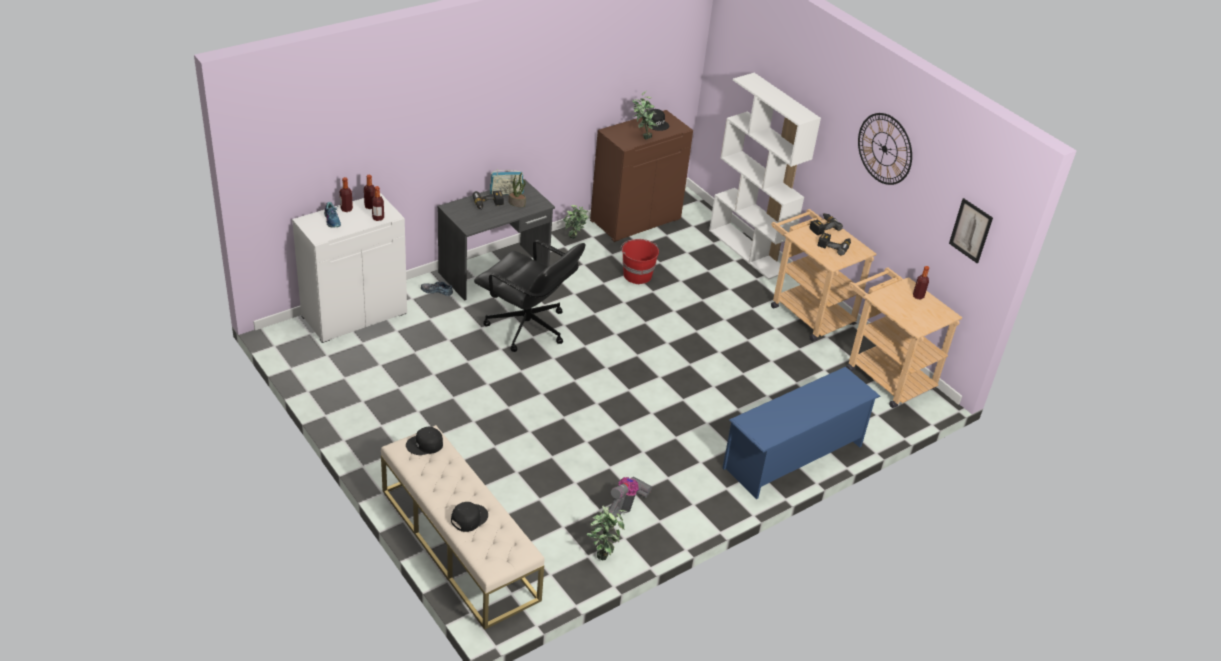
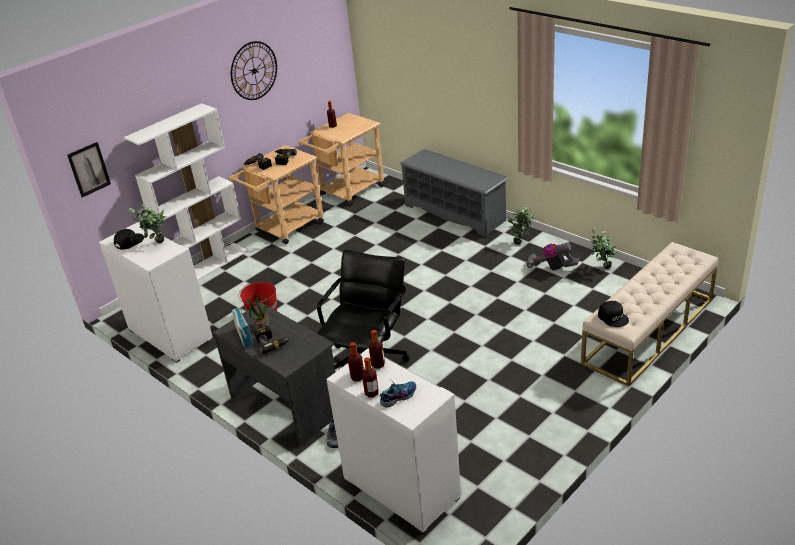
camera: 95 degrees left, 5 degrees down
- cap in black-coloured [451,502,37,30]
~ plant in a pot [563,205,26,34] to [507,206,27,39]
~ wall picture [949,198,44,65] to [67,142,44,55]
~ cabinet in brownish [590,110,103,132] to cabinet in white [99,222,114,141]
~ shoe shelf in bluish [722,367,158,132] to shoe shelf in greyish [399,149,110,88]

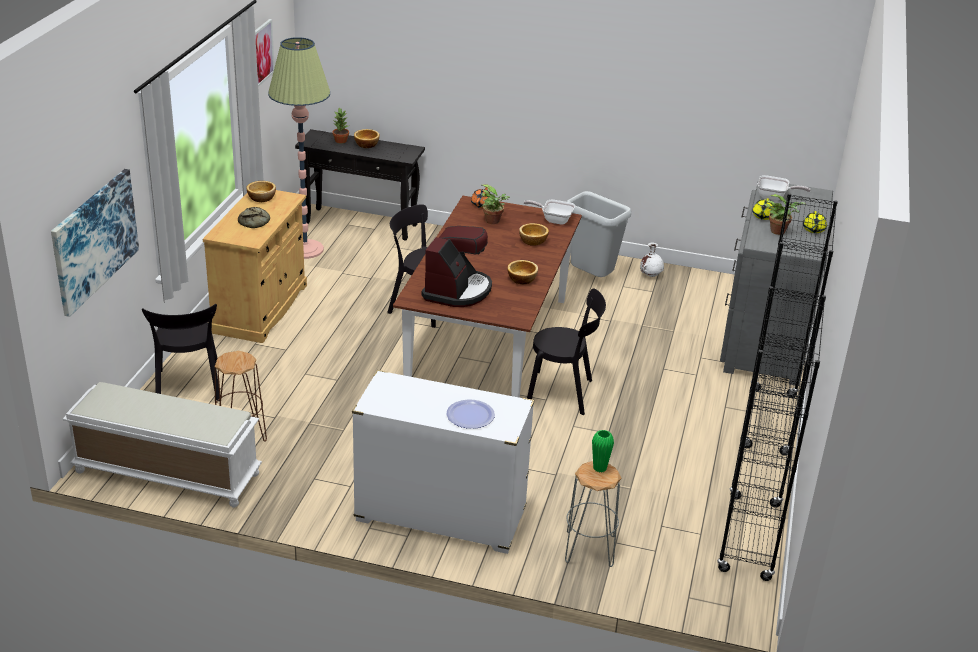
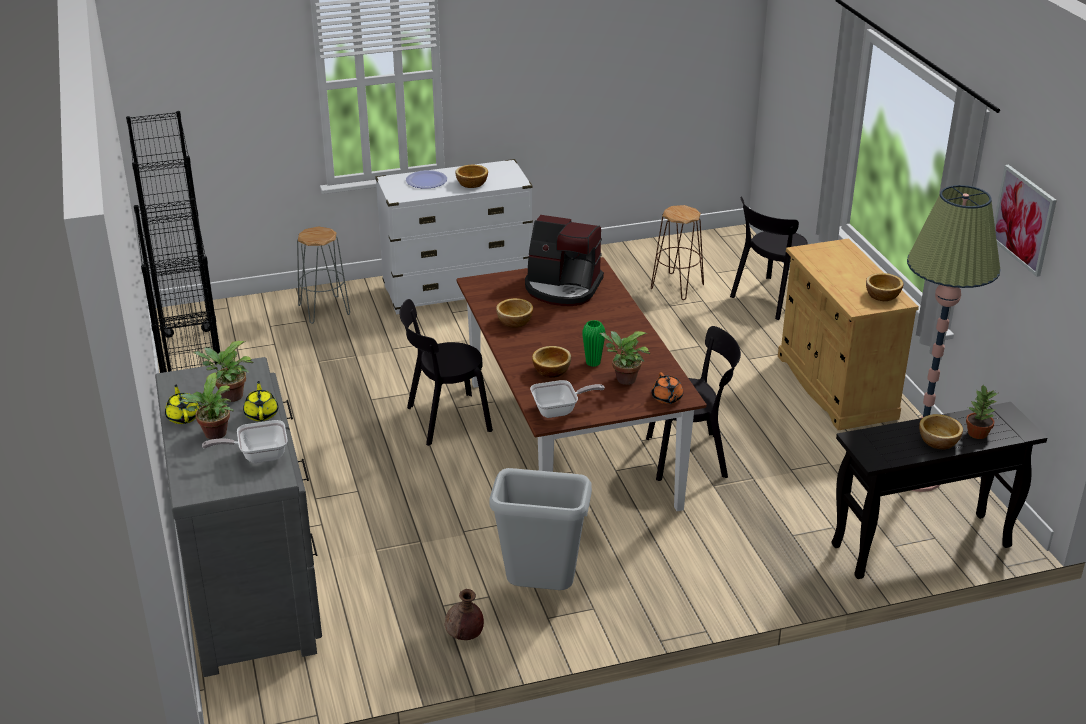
camera: 150 degrees right, 0 degrees up
- wall picture [51,169,88,148]
- bench in white [63,382,199,125]
- bread [238,207,32,21]
+ plant in a pot [179,373,55,66]
+ bowl [456,165,32,23]
~ flower vase in green-coloured [592,430,22,43] to [582,320,23,47]
~ flower vase in white [640,243,24,34] to flower vase in brownish [445,589,39,51]
~ plain chair in black-coloured [142,304,78,97] = [730,196,78,124] 90 degrees counterclockwise
~ coffee maker [422,226,70,81] = [525,215,79,91] 60 degrees counterclockwise

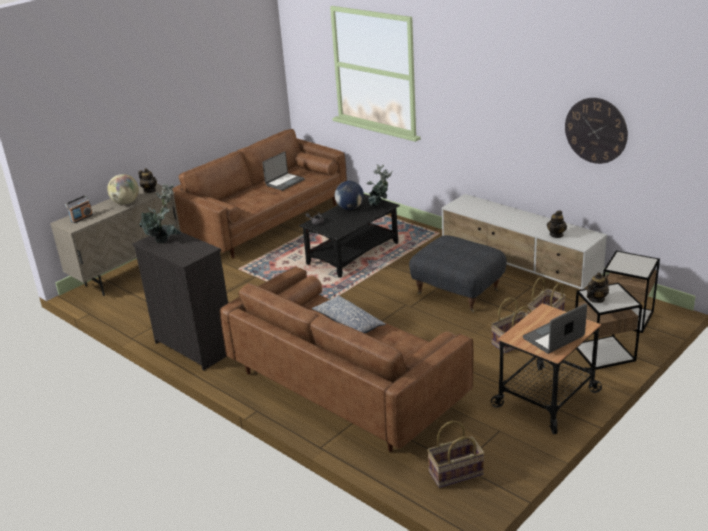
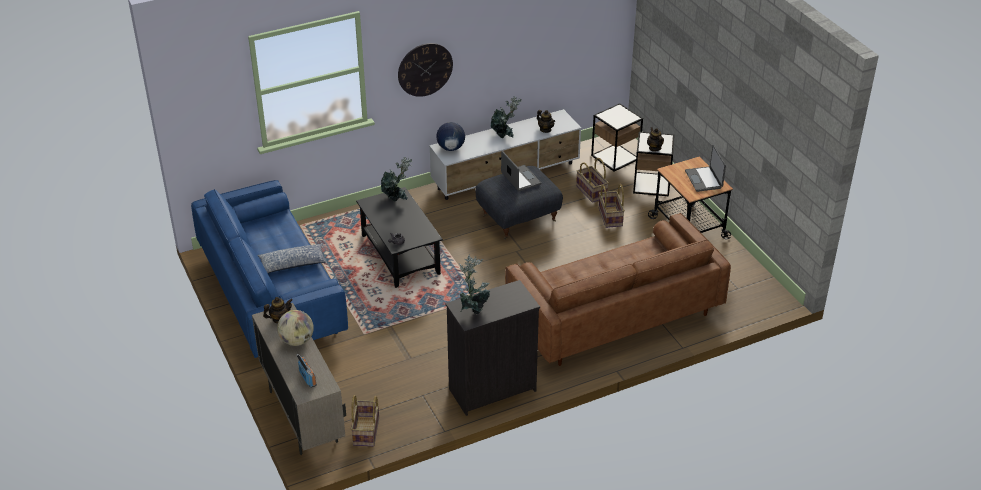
camera: 70 degrees left, 10 degrees up
+ plant in a pot [491,96,31,42]
~ notebook computer [262,151,43,40] to [501,151,40,40]
~ pillow [311,295,75,39] to [257,243,70,30]
~ globe [335,181,29,29] to [436,122,29,29]
~ basket [427,421,58,67] to [351,395,28,51]
~ wall clock [565,98,63,66] to [398,43,55,54]
~ sofa in brownish [172,129,175,130] to sofa in bluish [191,180,157,178]

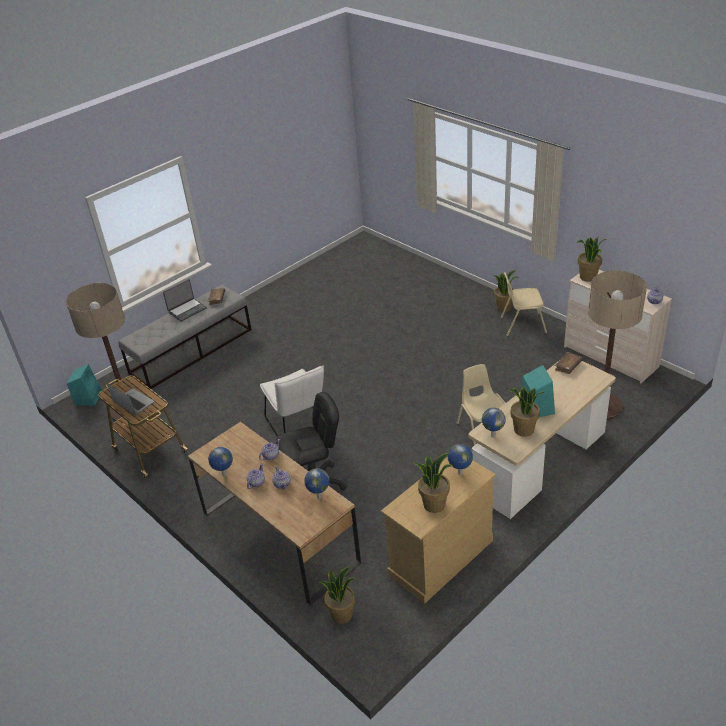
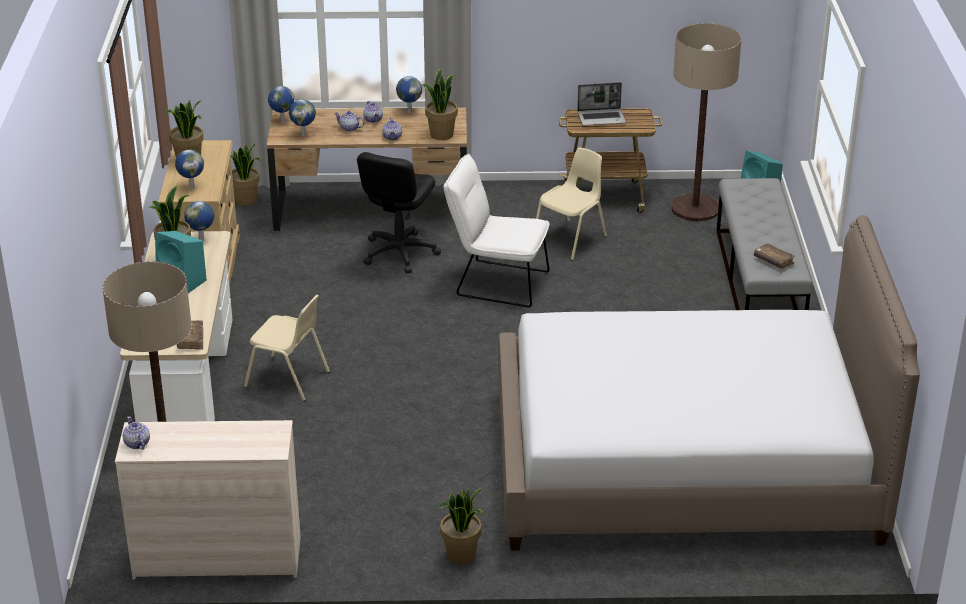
camera: 130 degrees right, 5 degrees down
- notebook computer [163,279,44,43]
+ globe [268,86,26,37]
+ bed [498,215,422,336]
~ plain chair in beige [501,272,46,64] to [536,148,71,112]
~ plant in a pot [576,237,30,45] to [421,69,37,71]

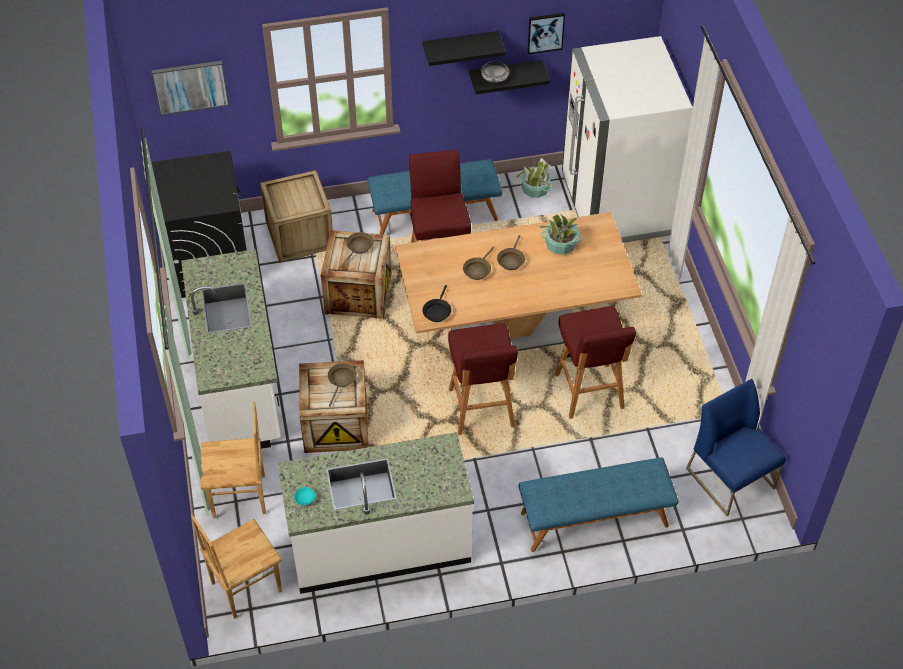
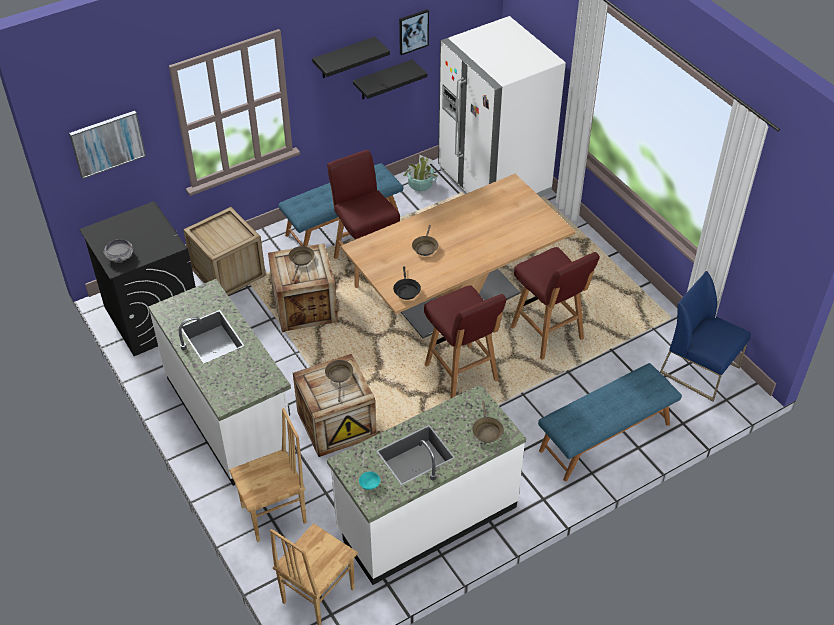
camera: 20 degrees left, 5 degrees down
- plant in a pot [539,214,44,41]
~ bowl [480,60,30,23] to [103,239,31,23]
~ skillet in brownish [497,235,28,35] to [472,401,32,42]

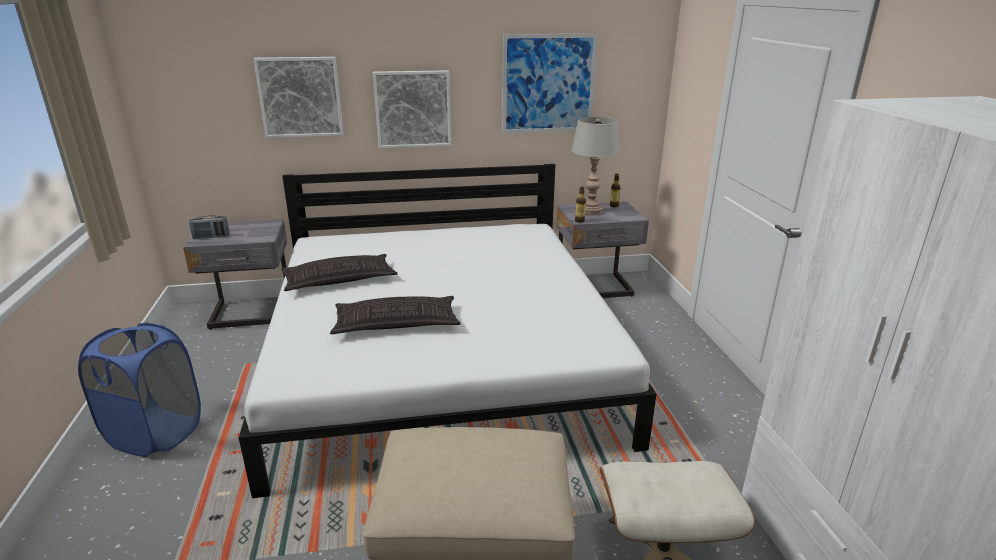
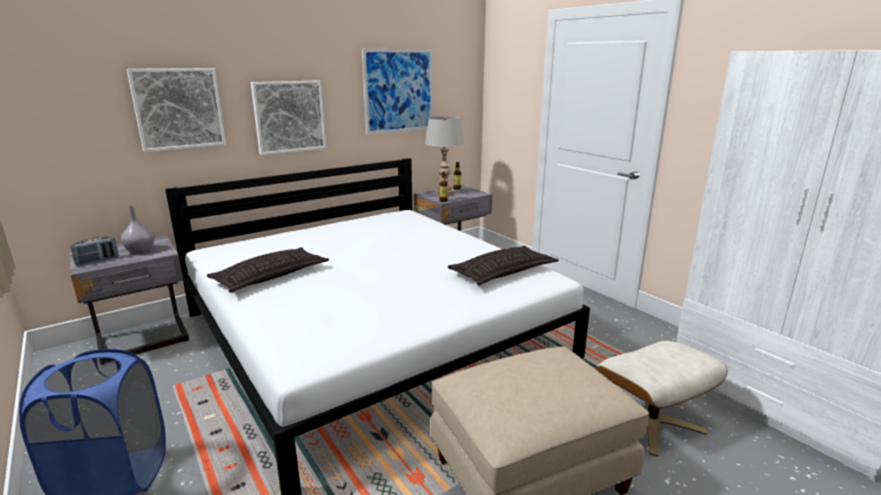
camera: 25 degrees left, 5 degrees down
+ flower vase in greyish [121,205,34,49]
~ pillow [330,296,131,38] to [447,246,112,39]

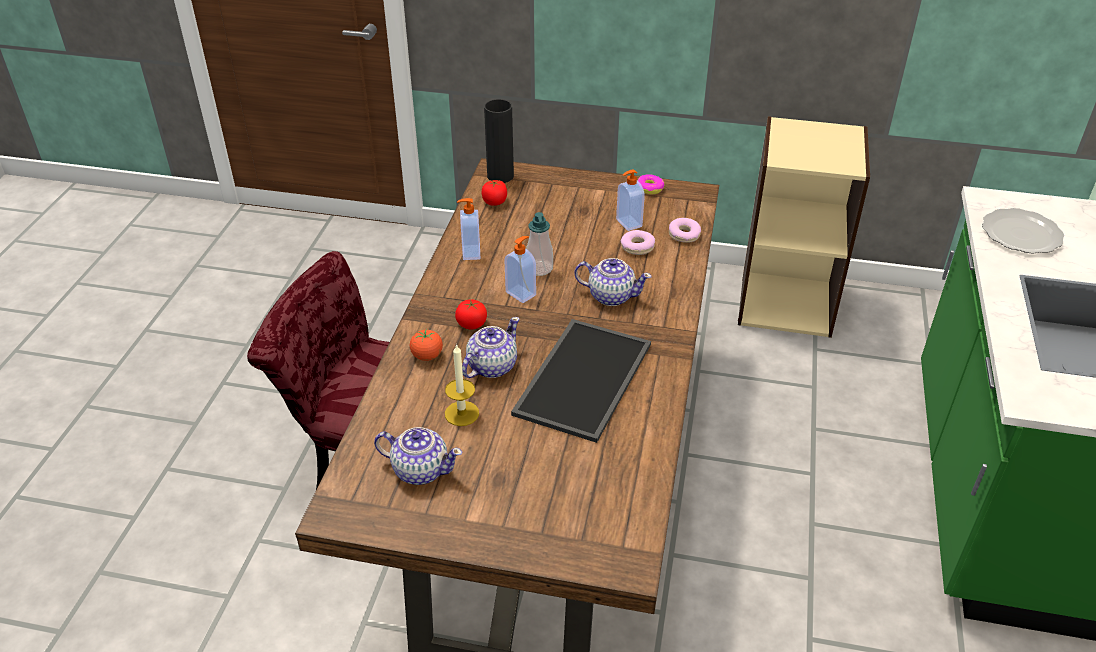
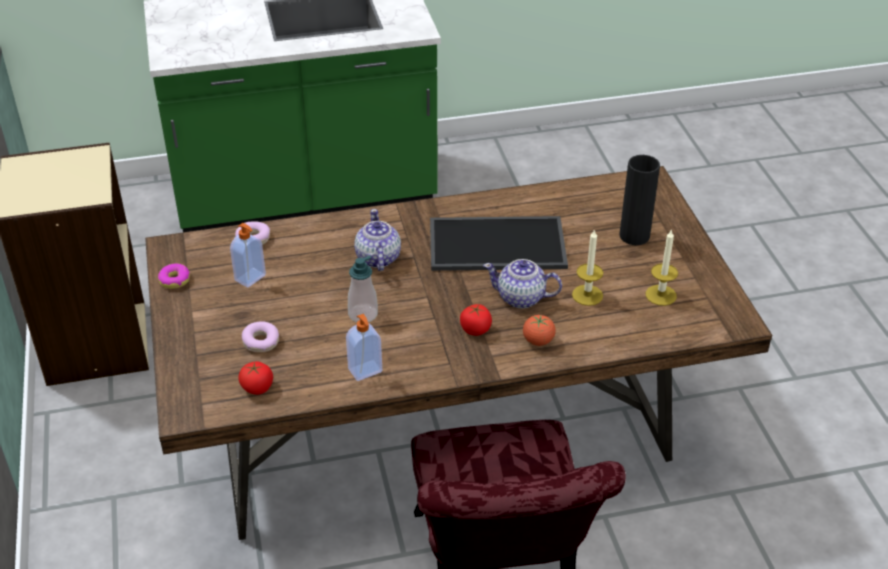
camera: 115 degrees left, 0 degrees up
- liquid soap bottle [504,236,32,67]
- flat dish [982,208,82,45]
~ flower vase in black-coloured [484,99,30,84] to [620,155,40,90]
~ ring doughnut [621,230,34,25] to [242,321,37,31]
~ teapot [374,427,88,58] to candle [646,229,32,77]

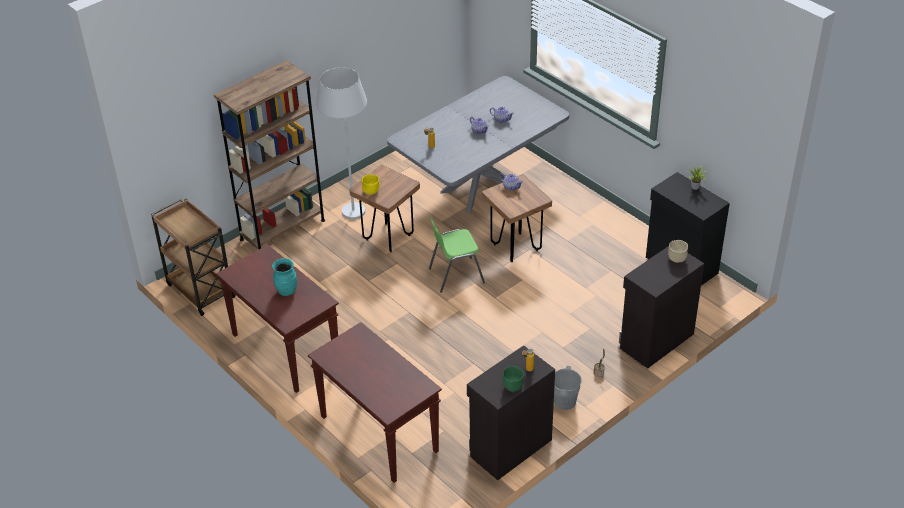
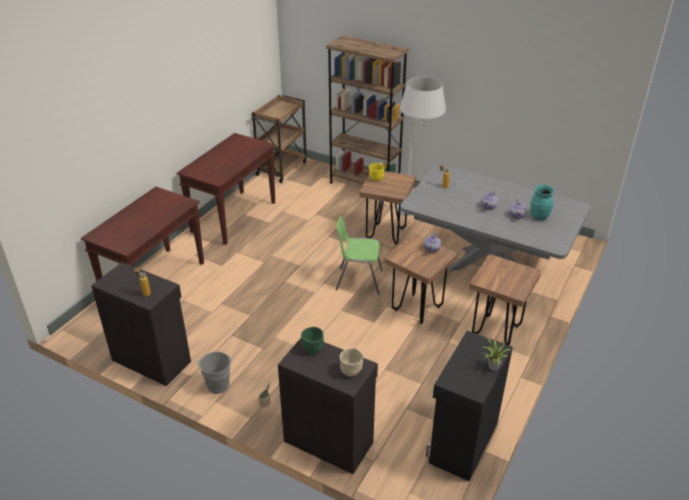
camera: 70 degrees right, 5 degrees down
+ stool in brownish [469,254,72,91]
~ flower vase in turquoise [272,258,25,38] to [531,185,24,35]
~ bowl in green-coloured [503,366,21,26] to [301,327,23,27]
~ plain chair in green-coloured [429,218,56,75] = [335,217,48,78] 45 degrees counterclockwise

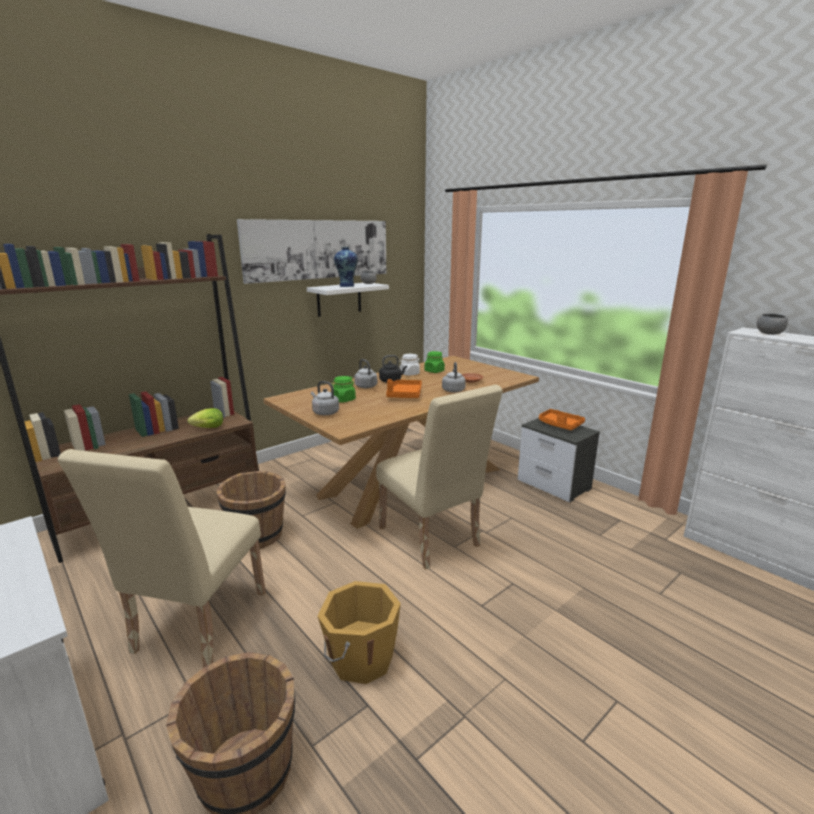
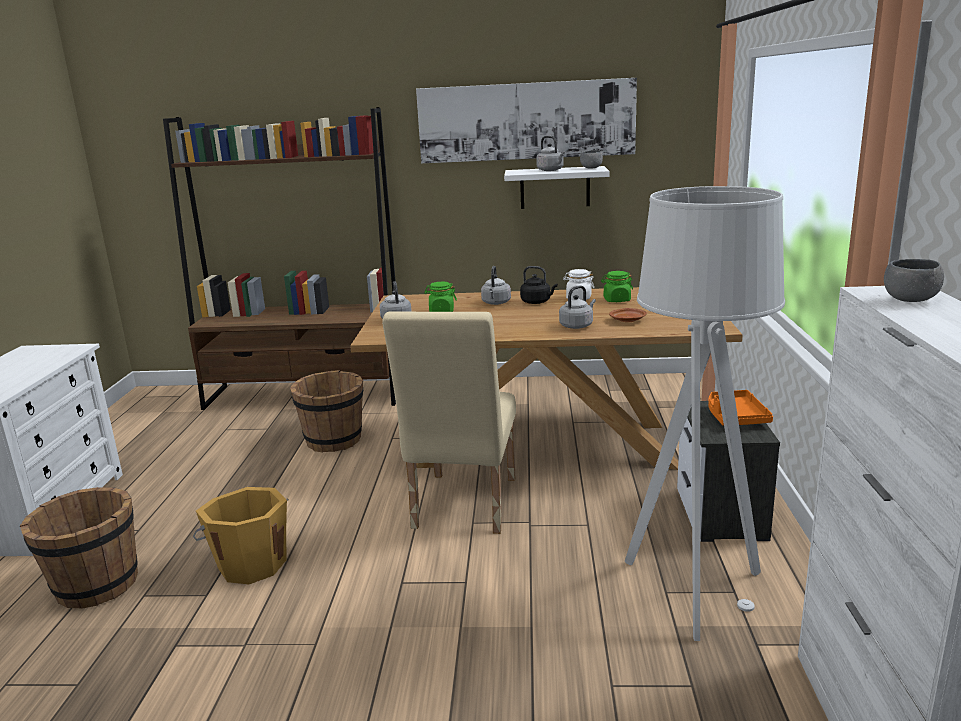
camera: 45 degrees right, 0 degrees up
- plain chair in beige [58,449,208,219]
- head of lettuce [187,408,36,20]
- serving tray in orange-coloured [386,379,36,19]
+ standard lamp in greyish [625,186,160,455]
~ flower vase [334,247,24,40] to kettle in greyish [536,136,29,35]

